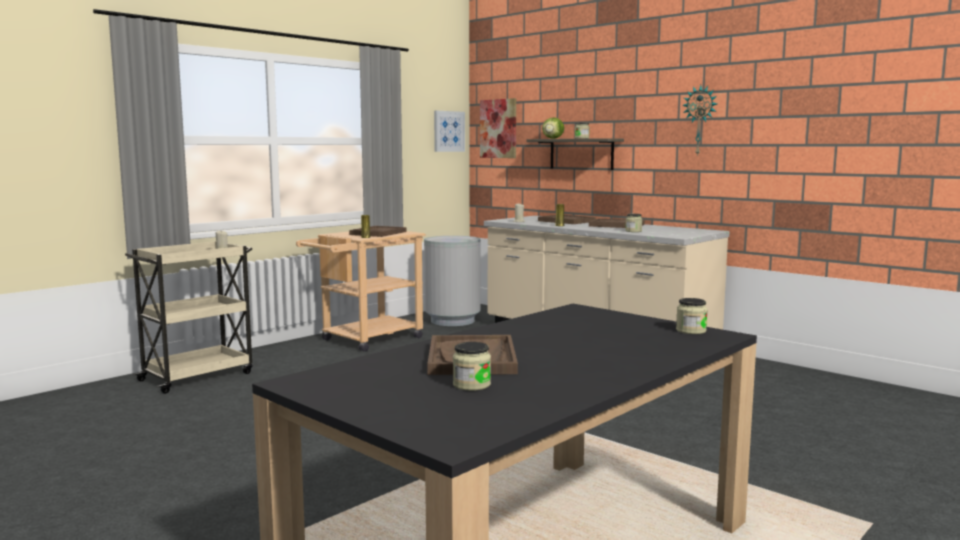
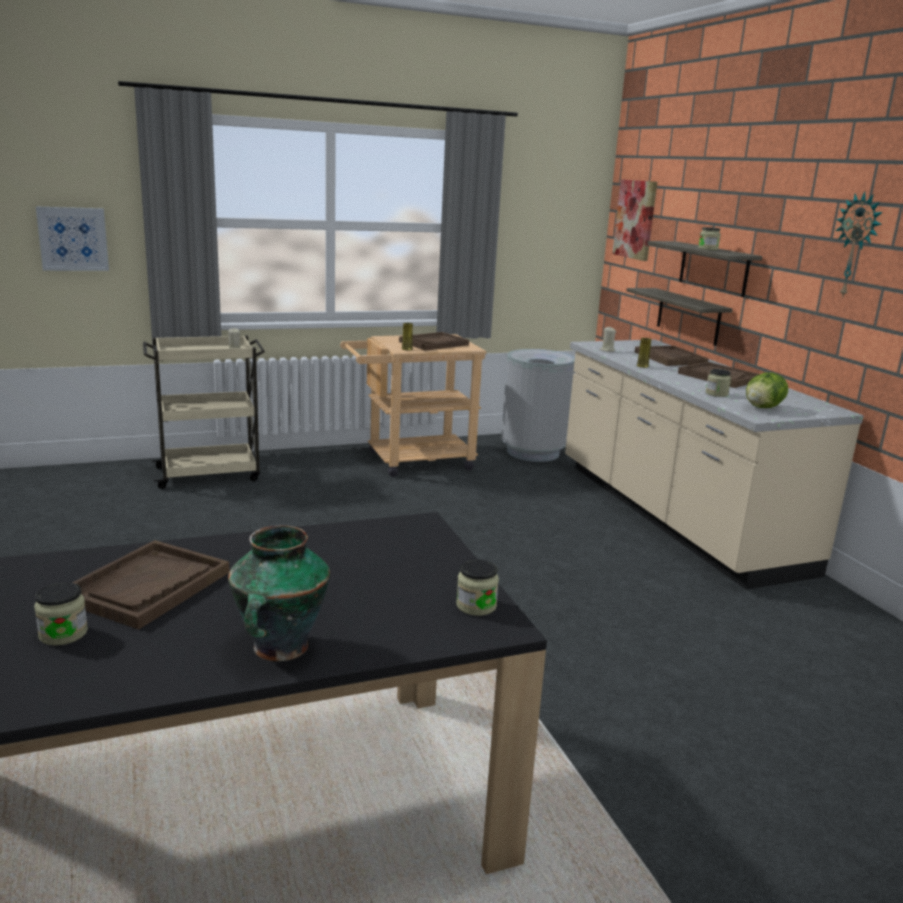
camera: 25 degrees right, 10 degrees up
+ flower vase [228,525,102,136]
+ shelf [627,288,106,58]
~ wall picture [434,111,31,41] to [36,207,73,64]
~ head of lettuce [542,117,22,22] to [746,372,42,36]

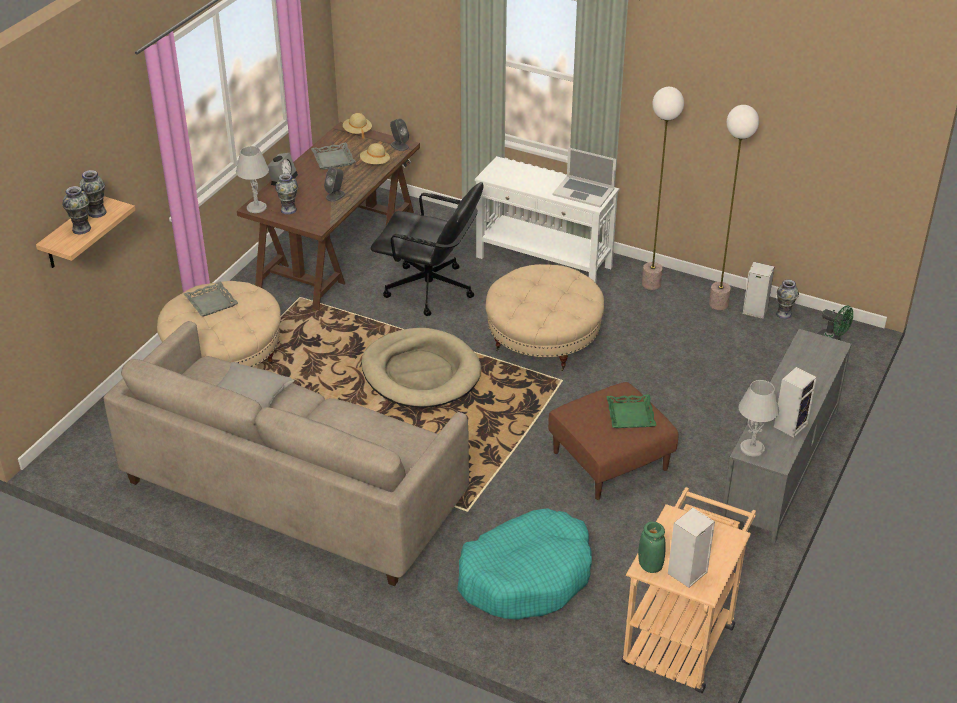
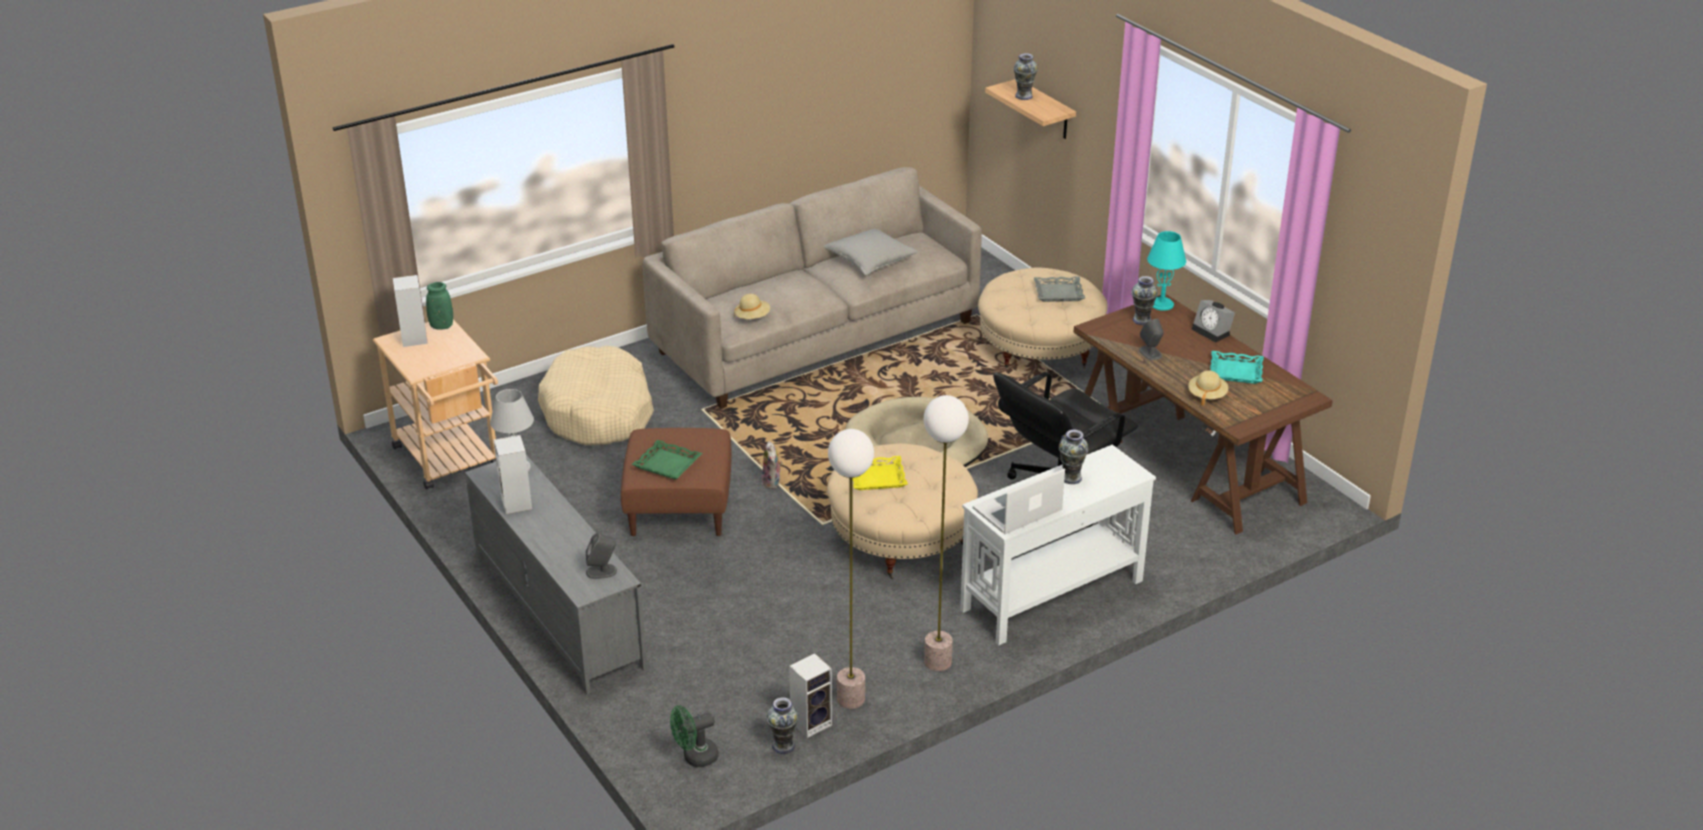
camera: 120 degrees right, 5 degrees down
+ soft toy [762,441,21,48]
+ serving tray in yellowish [852,456,56,34]
~ flower vase [79,170,28,48] to [1058,429,30,55]
~ clothing hat in beige [343,113,29,26] to [734,294,36,25]
~ speaker in greyish [390,119,19,32] to [586,533,31,46]
~ tabletop lamp in greyish [236,146,33,67] to tabletop lamp in turquoise [1147,231,39,80]
~ serving tray in greyish [311,143,45,27] to serving tray in turquoise [1210,351,54,33]
~ dog cushion in turquoise [457,508,135,112] to dog cushion in beige [538,345,116,101]

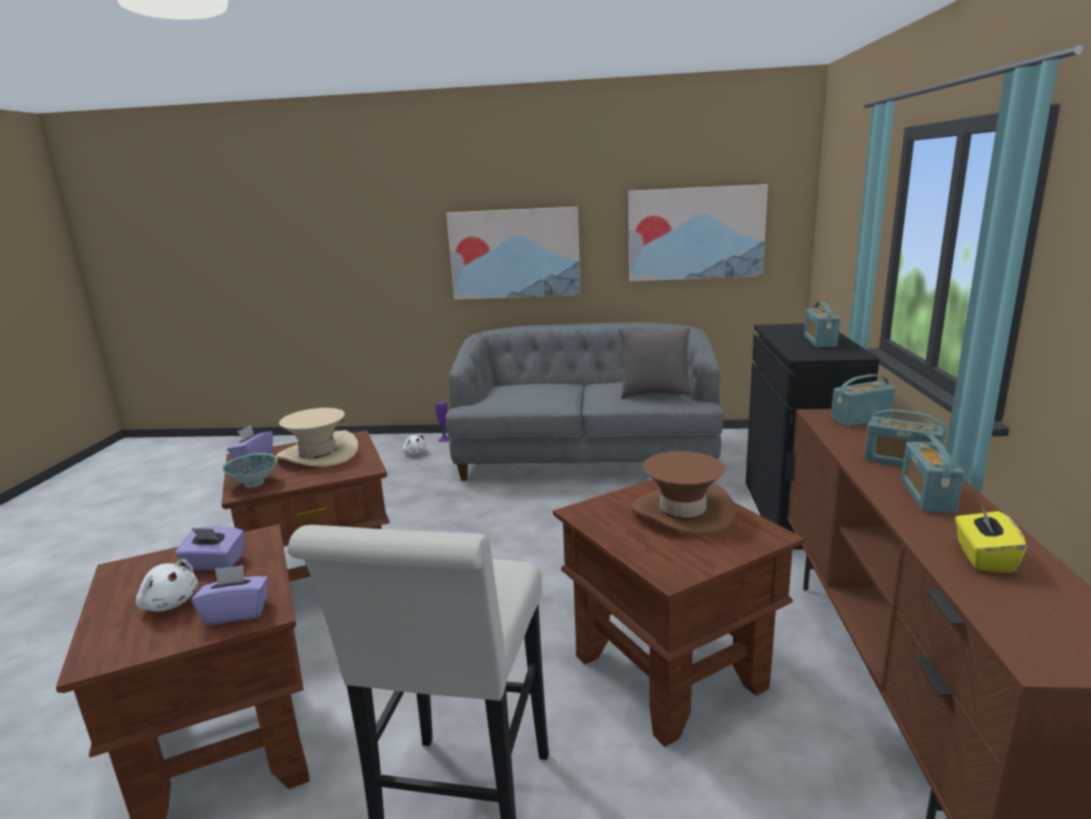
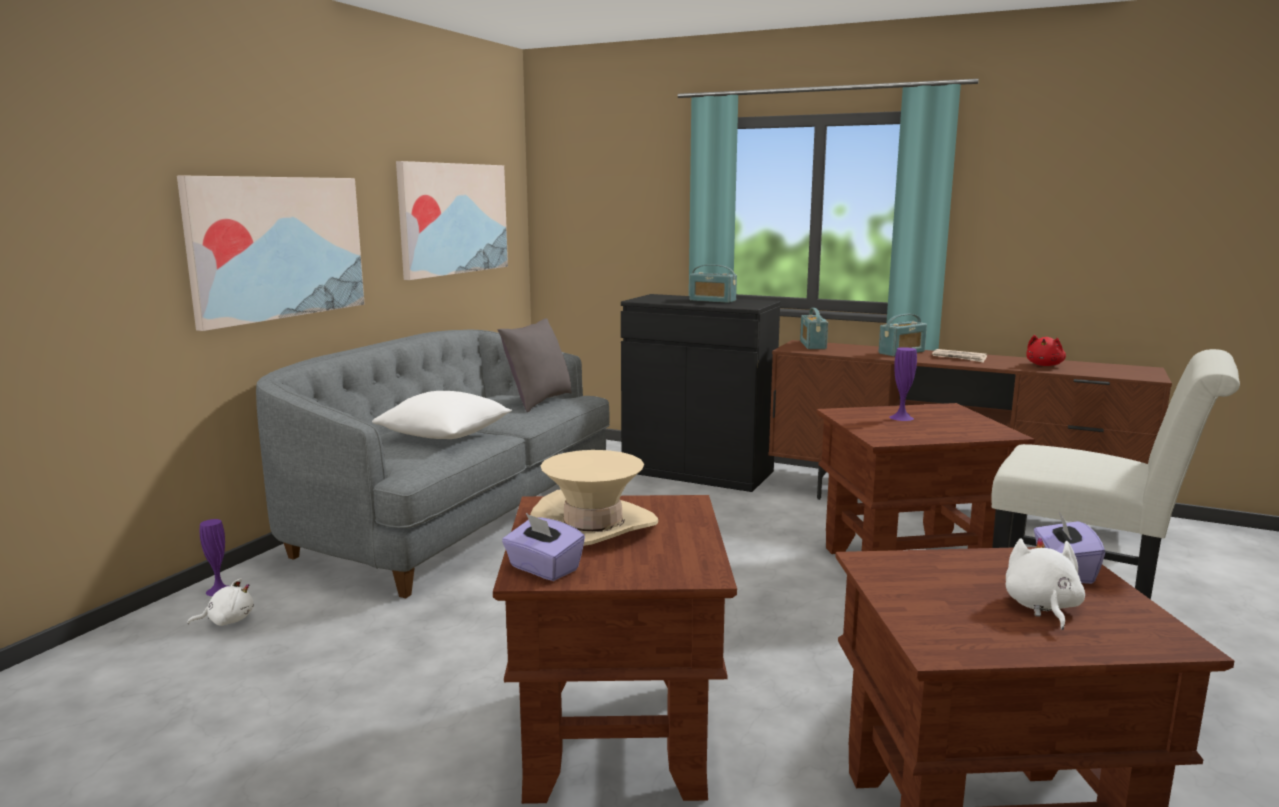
camera: 70 degrees left, 5 degrees down
- tissue box in purple-coloured [175,526,69,44]
- bowl [222,453,55,35]
+ pillow in white [372,391,140,48]
~ clothing hat in brownish [632,451,104,85] to flower vase in purple-coloured [889,347,28,74]
~ radio set [901,435,63,78] to newspaper [932,349,55,14]
~ tissue box in yellowish [955,505,72,68] to soft toy in red-coloured [1026,335,40,31]
~ soft toy in white [136,559,62,53] = [1006,537,79,93] 45 degrees counterclockwise

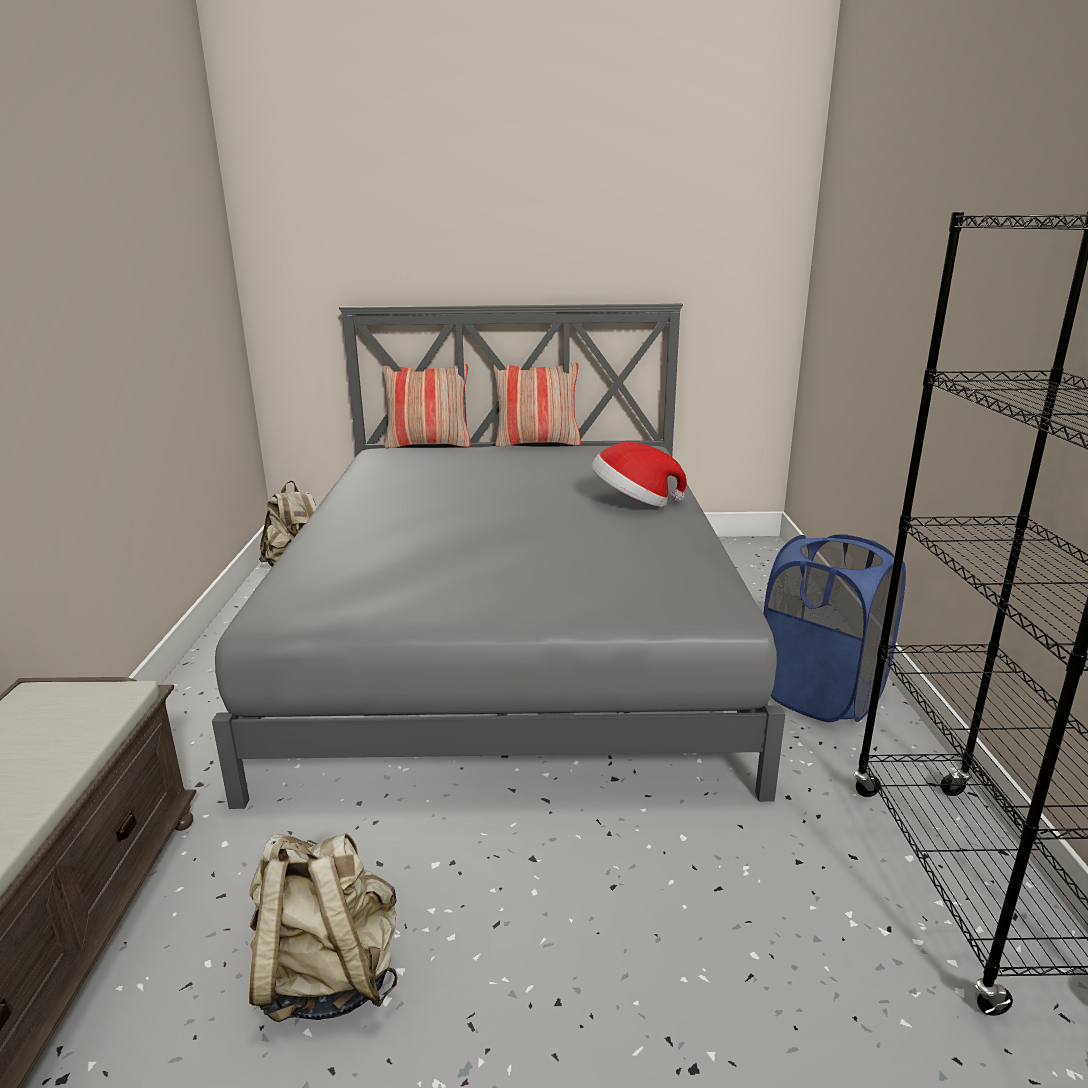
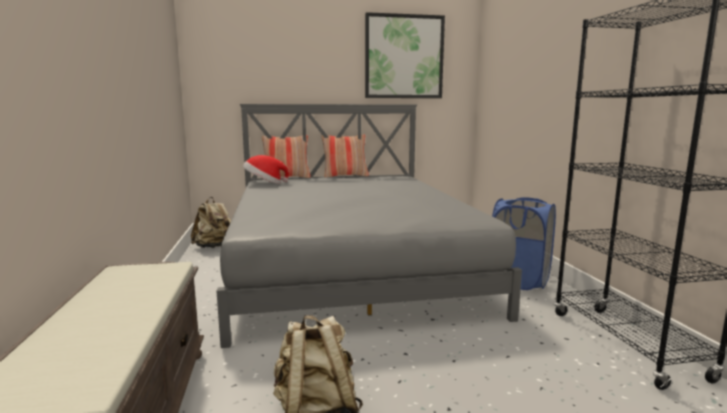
camera: 10 degrees left, 10 degrees down
+ wall picture [365,12,80,86]
~ clothing hat [591,442,96,65] to [243,155,46,29]

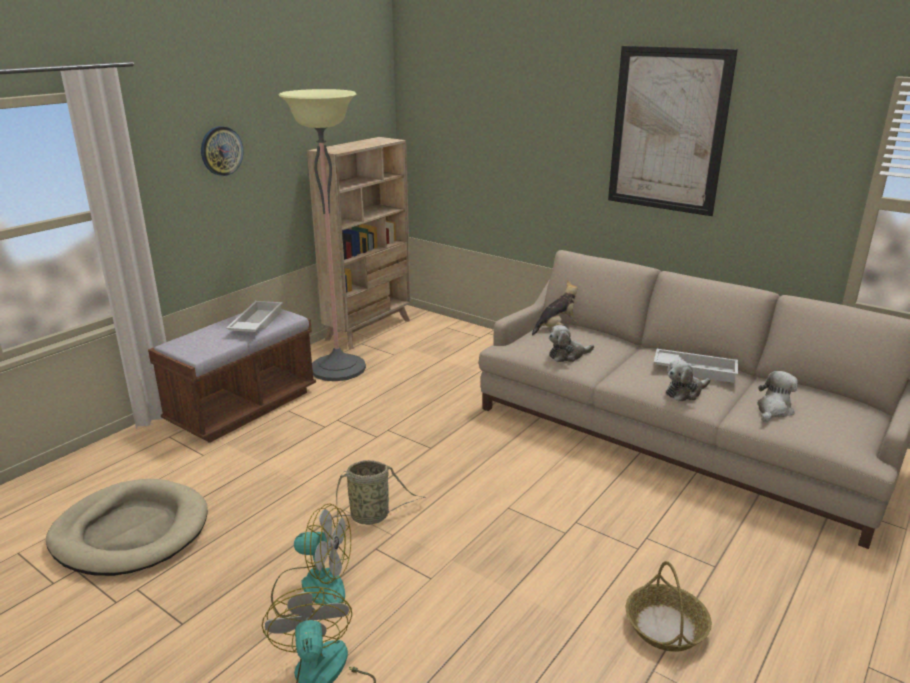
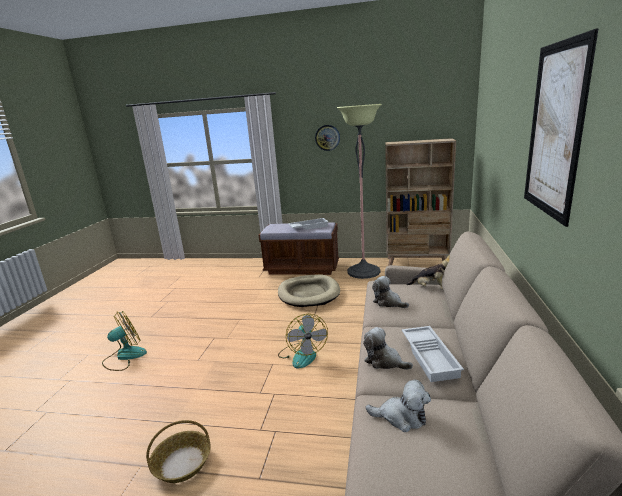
camera: 65 degrees right, 5 degrees down
- basket [332,460,94,65]
~ dog cushion in beige [46,479,162,97] to [278,275,62,32]
~ fan [271,503,80,114] to [278,314,50,55]

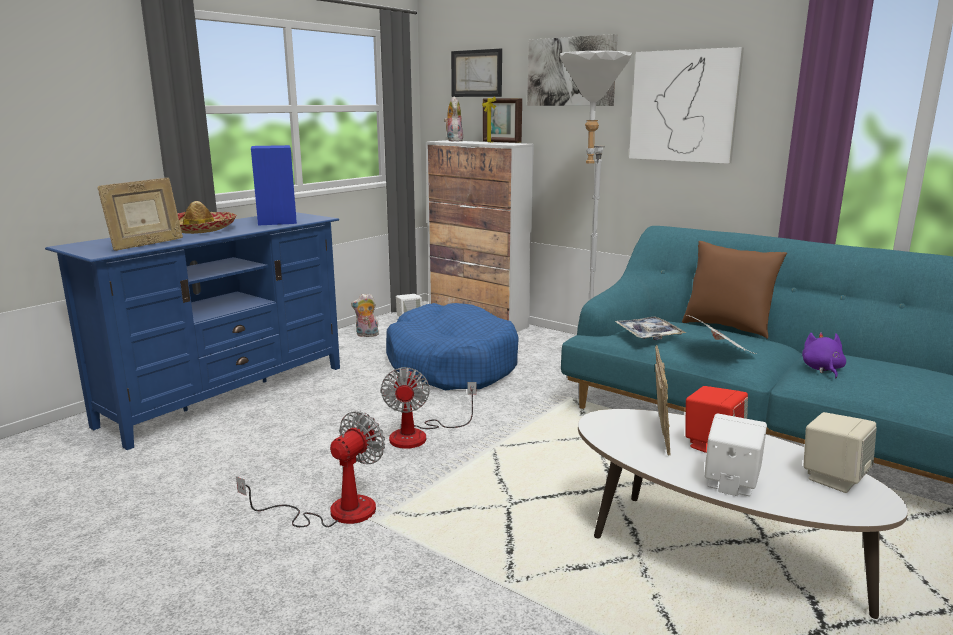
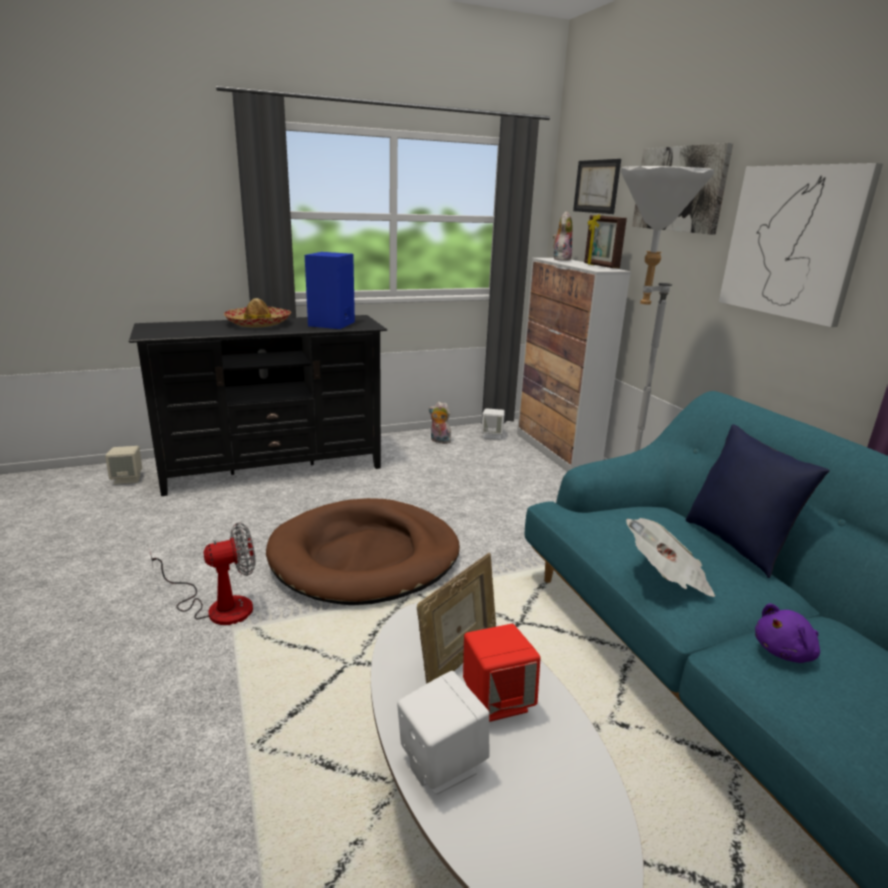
camera: 30 degrees right, 5 degrees up
- photo frame [97,178,86,73]
- dog cushion in bluish [386,303,133,87]
- serving tray [615,317,71,23]
~ speaker in beige [804,412,73,81] to [105,446,37,39]
~ fan [380,367,97,82] to dog cushion in brownish [266,498,194,107]
~ media console in bluish [45,212,295,238] to media console in black-coloured [129,315,258,181]
~ pillow in brownish [682,241,105,98] to pillow in bluish [686,424,144,154]
~ soft toy in purple-coloured [802,332,44,46] = [755,603,65,60] 150 degrees counterclockwise

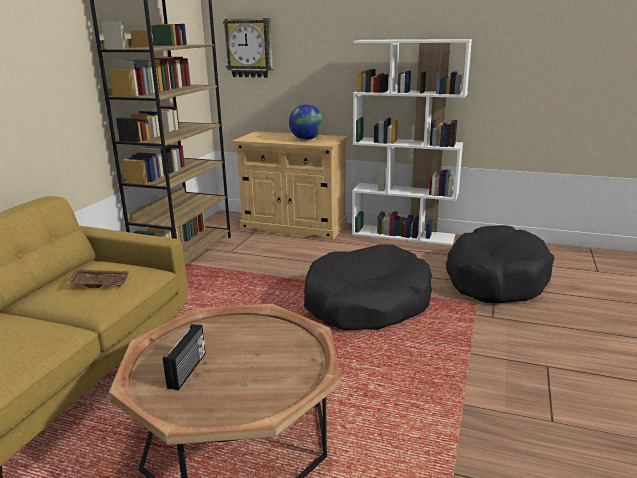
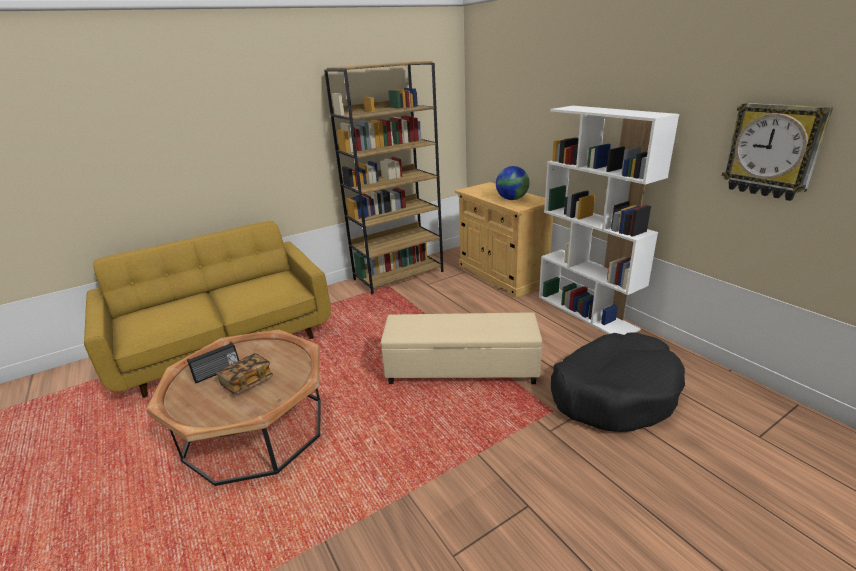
camera: 40 degrees right, 5 degrees up
- serving tray in brownish [68,269,61,19]
+ bound book [216,353,57,42]
~ wall clock [223,18,50,60] to [722,103,111,98]
~ dog cushion in black-coloured [304,244,128,86] to pouffe in beige [381,312,161,72]

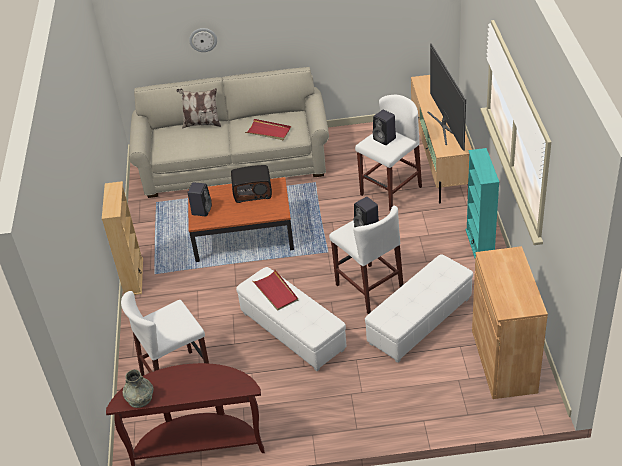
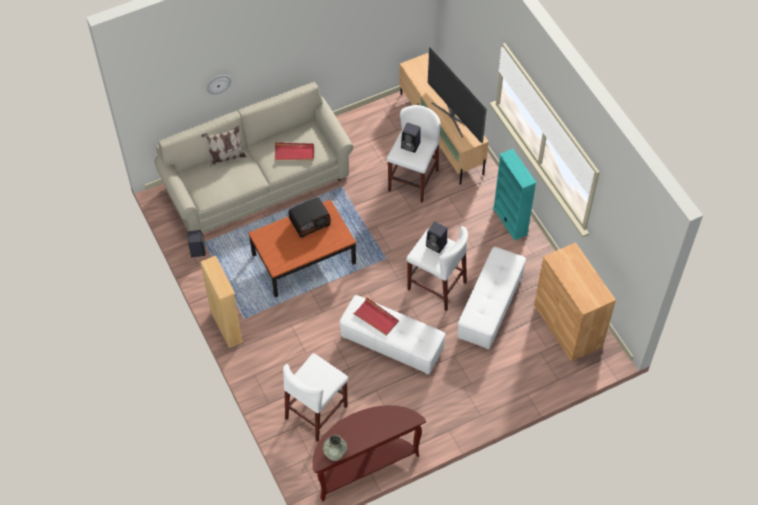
camera: 25 degrees left, 15 degrees up
~ speaker in black-coloured [188,182,24,34] to [187,230,19,27]

